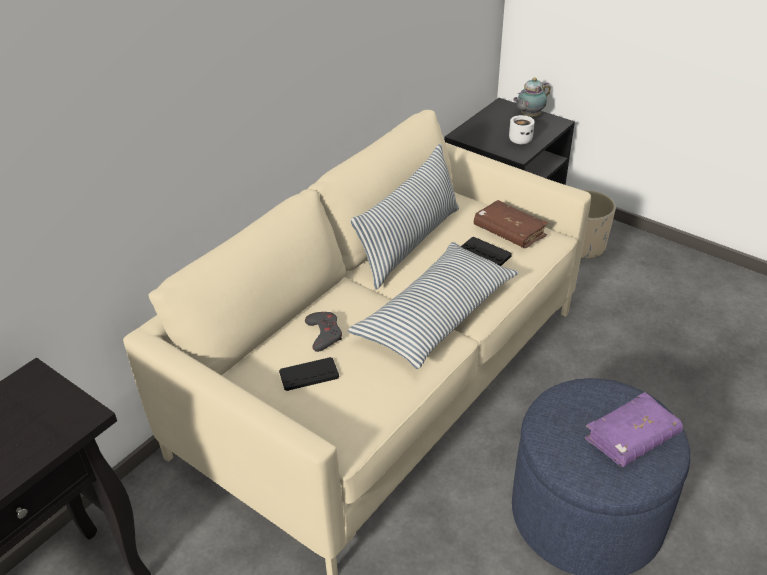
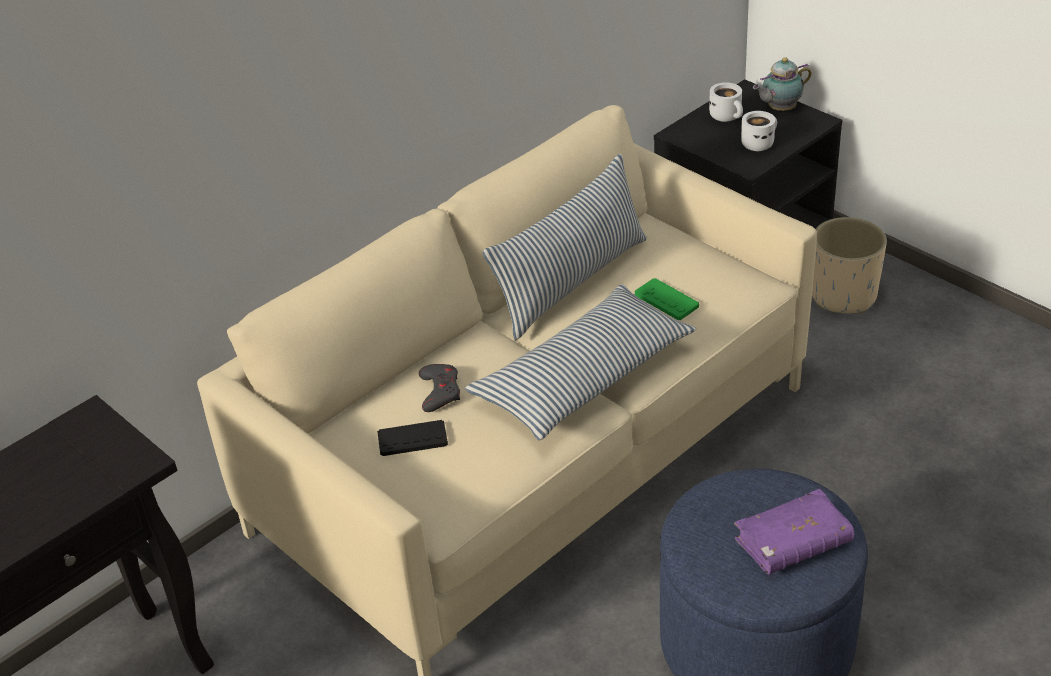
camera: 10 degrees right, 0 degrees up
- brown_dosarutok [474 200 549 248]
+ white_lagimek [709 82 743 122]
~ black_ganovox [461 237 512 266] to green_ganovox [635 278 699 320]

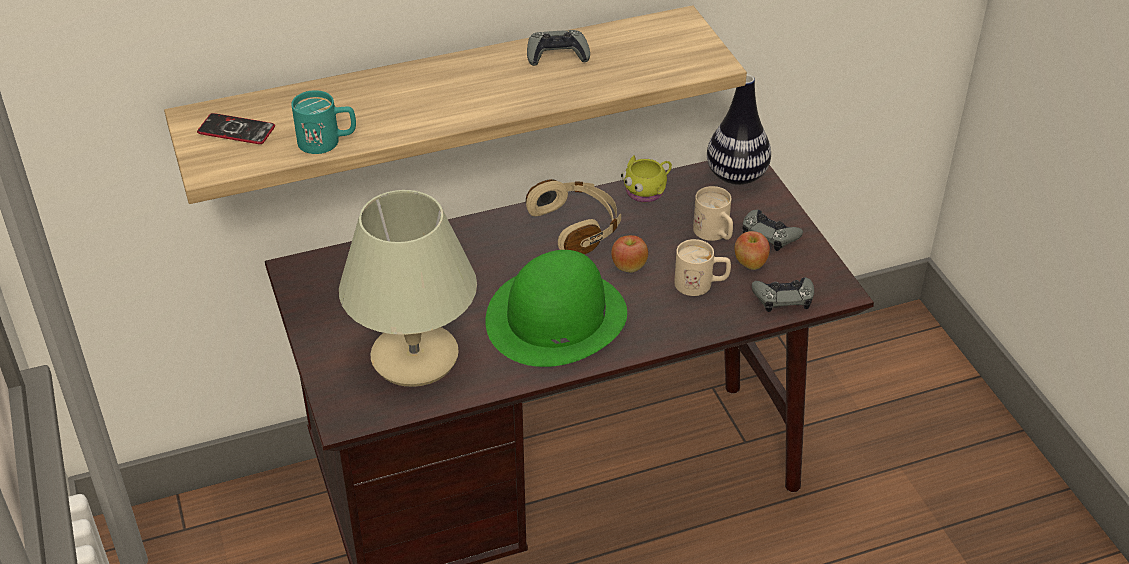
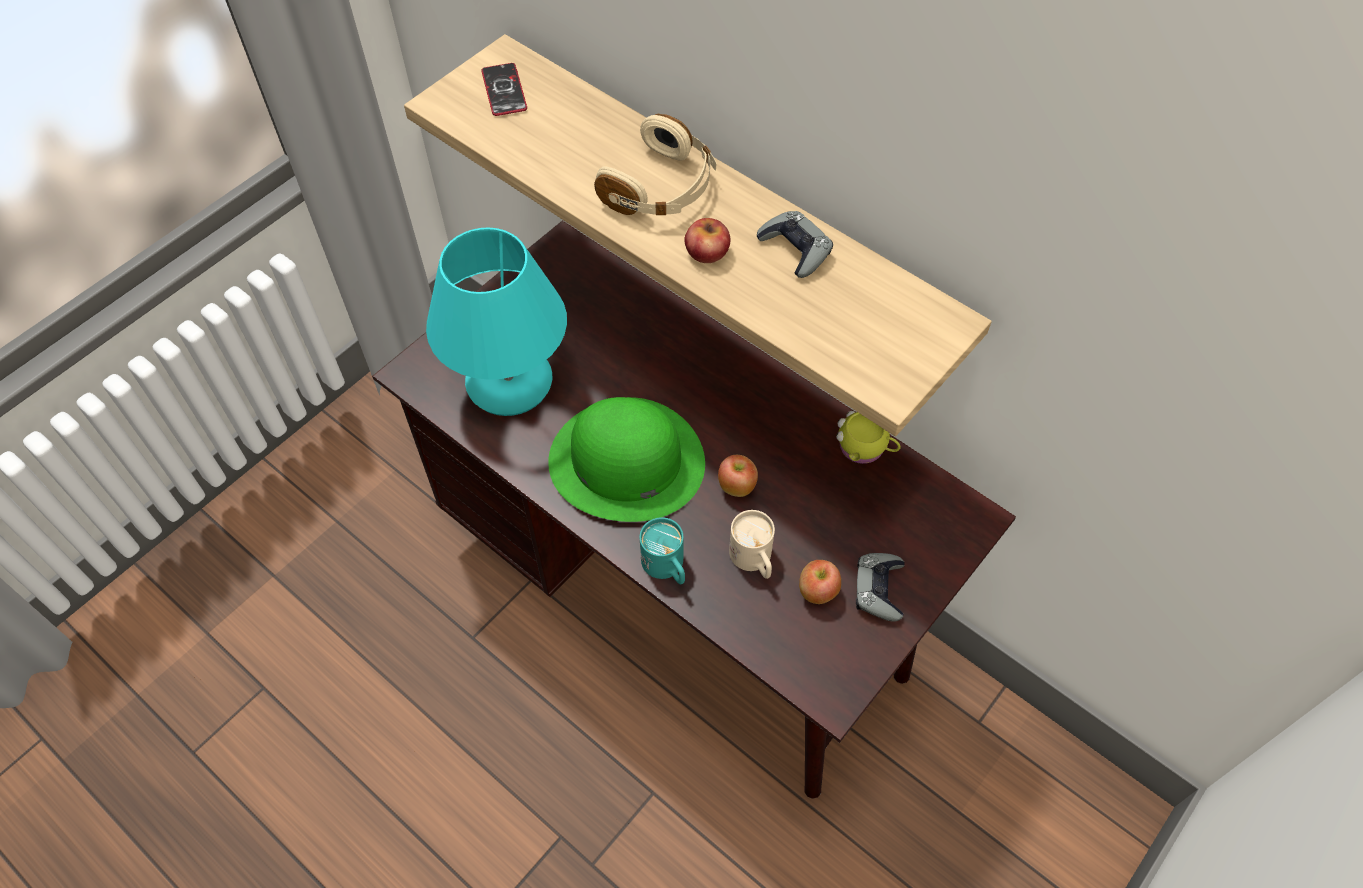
camera: 60 degrees right, 15 degrees up
- beige_lagimek [693 186 733 241]
- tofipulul [707 74 771 185]
- grey_ganovox [752 277 814 312]
+ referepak [684 218 730 263]
~ turquoise_lagimek [291 90 356 154] to [640 517 685 584]
~ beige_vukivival [526 179 621 255] to [594 114 717 215]
~ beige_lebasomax [339 190 477 387] to turquoise_lebasomax [426 227 567 416]

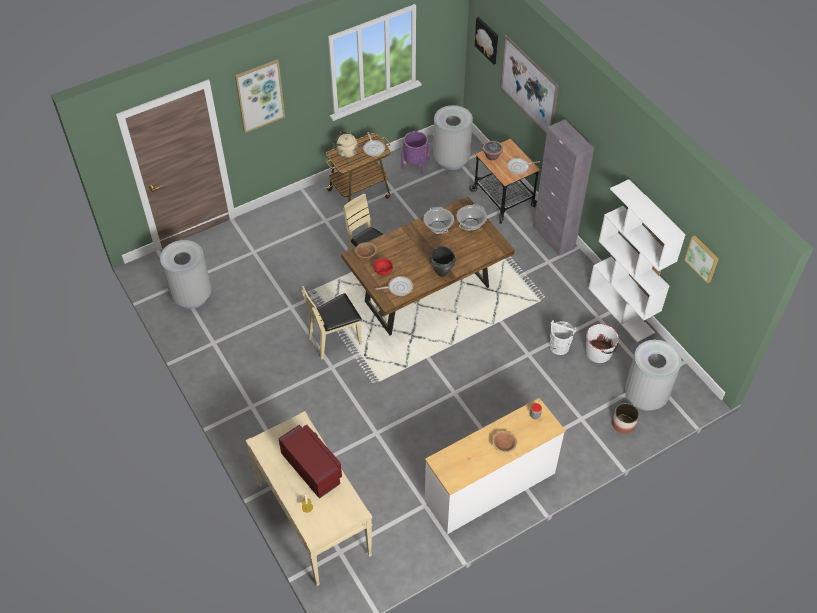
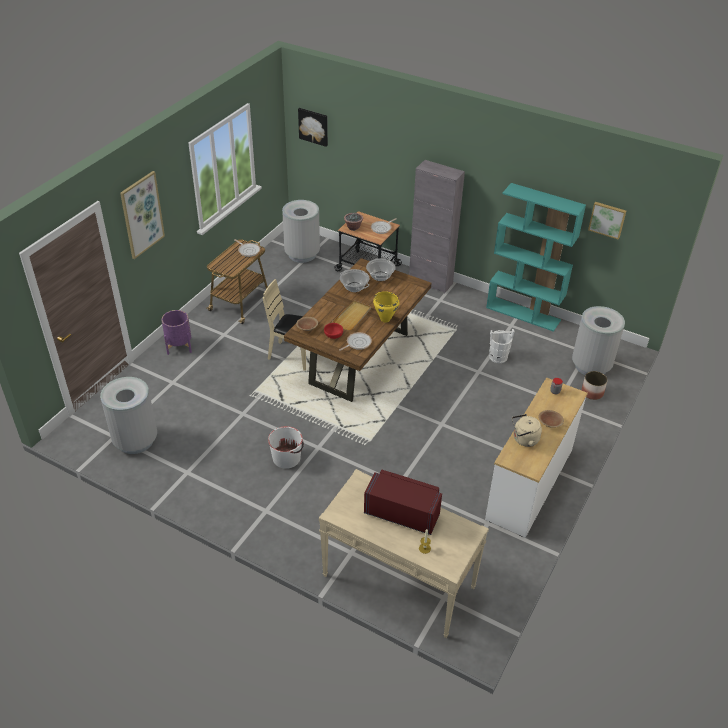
camera: 30 degrees left, 10 degrees down
- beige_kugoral [301 286 362 360]
- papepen [500 35 559 135]
+ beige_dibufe [332 300 371 330]
~ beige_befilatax [333 131 358 158] to [512 414 542 447]
~ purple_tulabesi [401 131 430 174] to [161 310 192 355]
~ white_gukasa [586 324 619 363] to [268 426 304 469]
~ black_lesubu [430 246 456 277] to yellow_lesubu [373 291 400 323]
~ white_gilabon [588 179 686 342] to turquoise_gilabon [486 183 586 332]

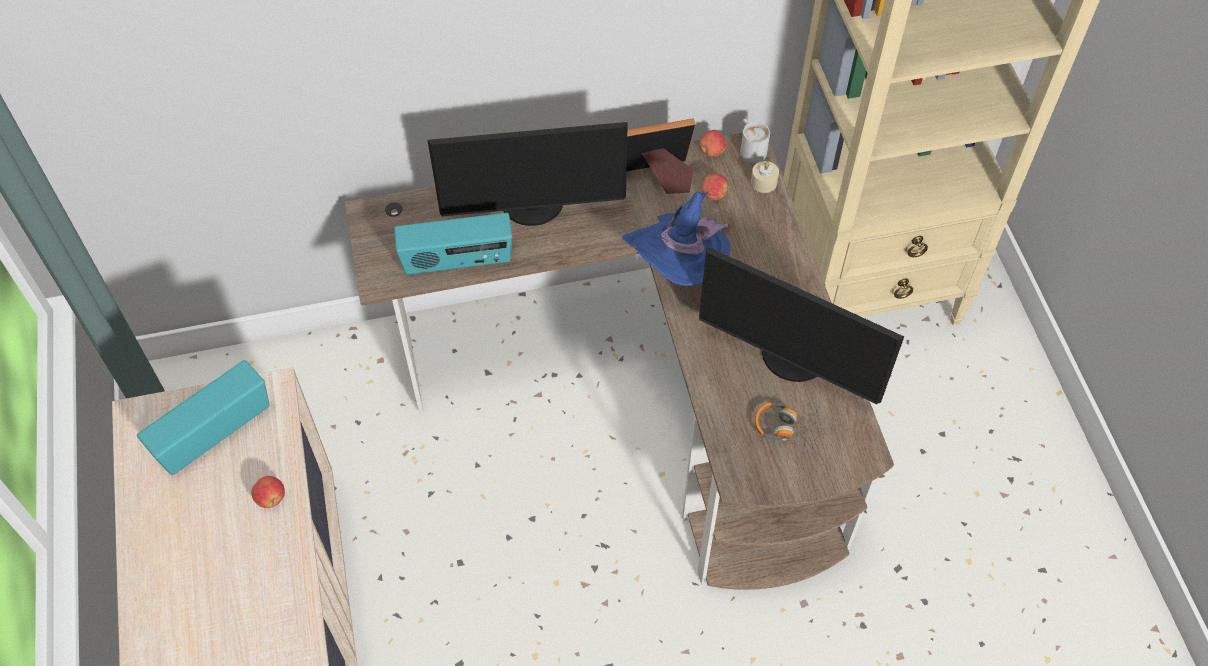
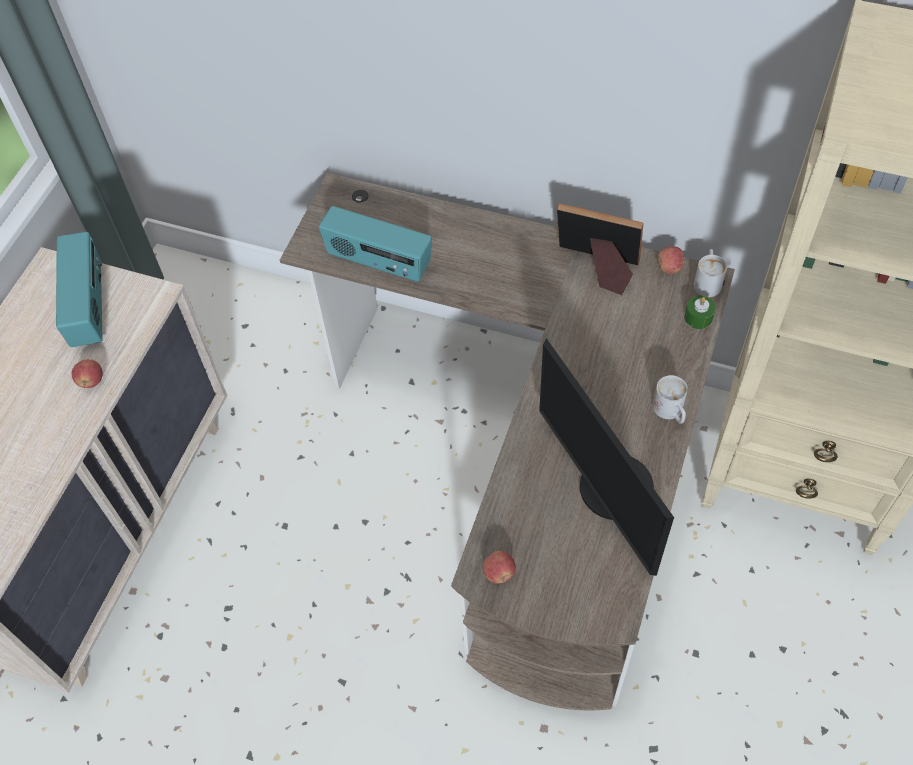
camera: 35 degrees right, 0 degrees up
- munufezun [428 122 628 226]
- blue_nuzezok [622 191 731 286]
- vukivival [755 403 826 460]
+ white_lagimek [653 375 688 424]
~ referepak [702 174 728 201] to [483 551 516 584]
~ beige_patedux [751 161 779 193] to green_patedux [685 296 716 329]
~ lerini [137 360 270 475] = [56 232 102 347] 90 degrees clockwise

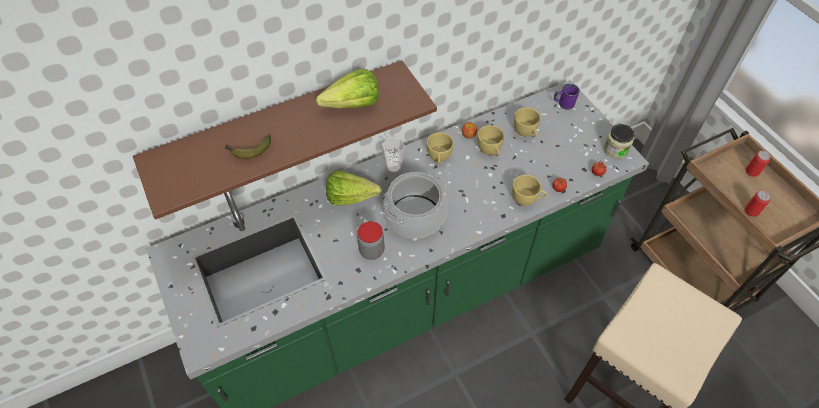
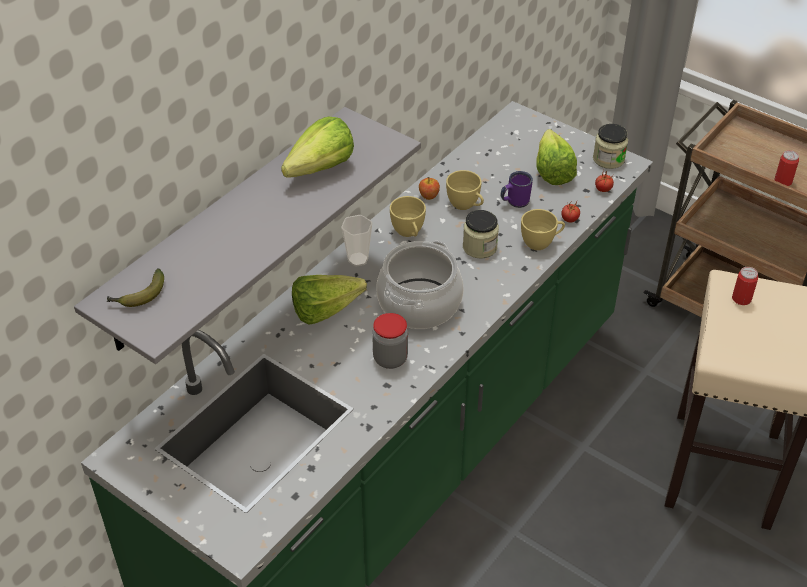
camera: 25 degrees left, 10 degrees down
- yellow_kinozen [514 107 541 137]
+ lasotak [463 210 499 258]
+ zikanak [536 129 577 185]
~ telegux [225 135 271 159] to [107 268 164 307]
~ purple_lagimek [554 84 580 110] to [501 171 533 208]
~ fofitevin [746 151 771 177] to [732 267 758 305]
~ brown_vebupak [133 60 437 219] to grey_vebupak [74 107 421 364]

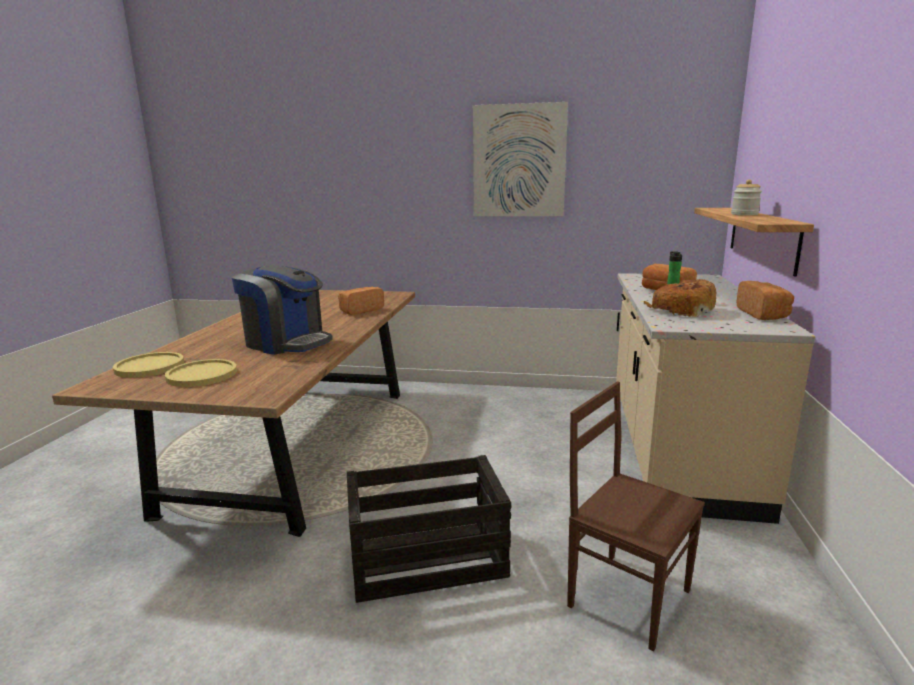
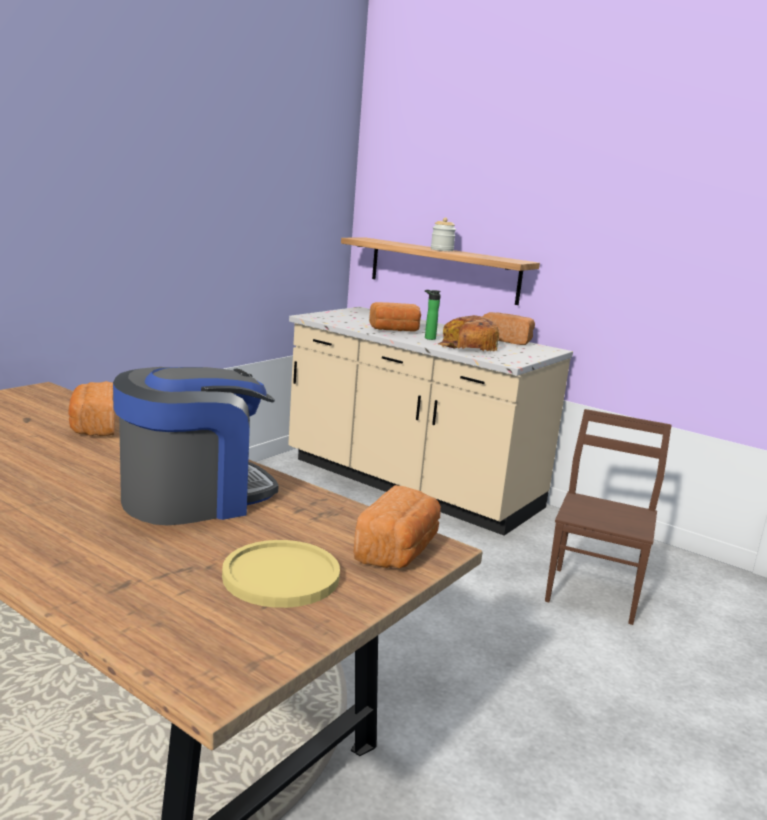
camera: 65 degrees left, 0 degrees up
- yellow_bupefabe [113 352 184 378]
- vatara [347 455 511 603]
- papepen [473 102 568 216]
+ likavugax [353 485 441 568]
~ brown_kugoral [567 381 705 652] = [545 409 672 625] 135 degrees clockwise

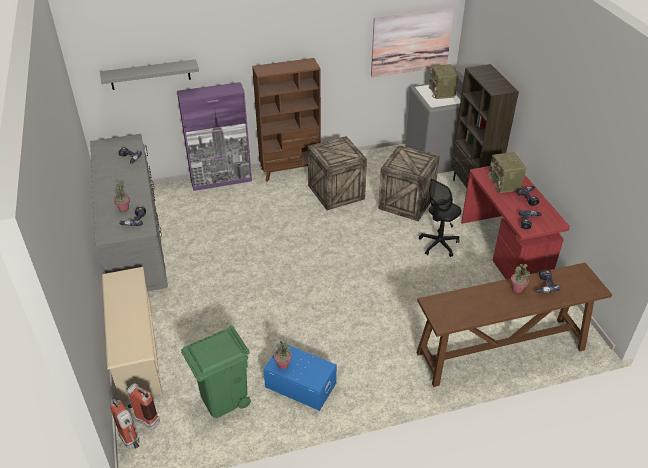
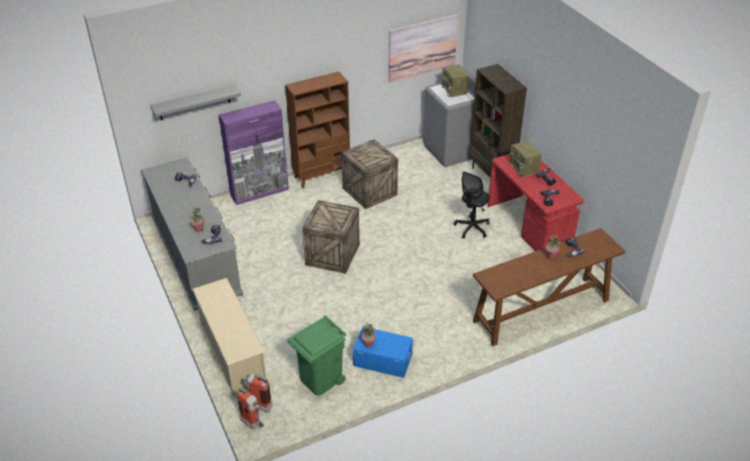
camera: 10 degrees left, 0 degrees up
~ vatara [378 145 440 221] to [302 200 360 274]

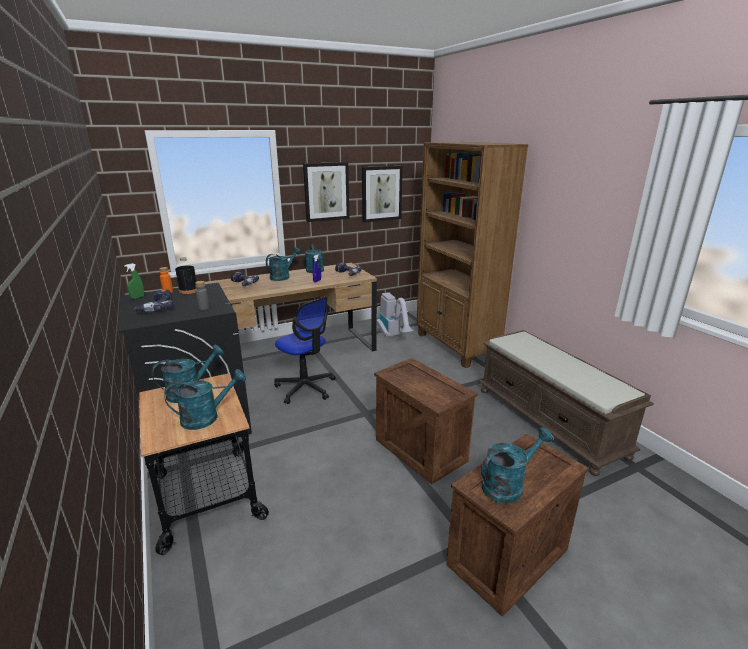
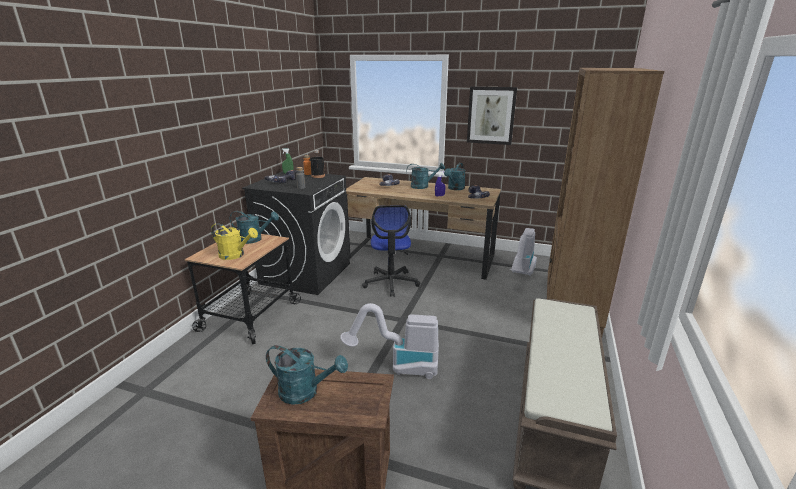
camera: 45 degrees right, 0 degrees up
- papepen [362 166 403 222]
~ vatara [374 358 478 484] to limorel [340 303 439 379]
~ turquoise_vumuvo [164 369 246 430] to yellow_vumuvo [211 223 258 260]

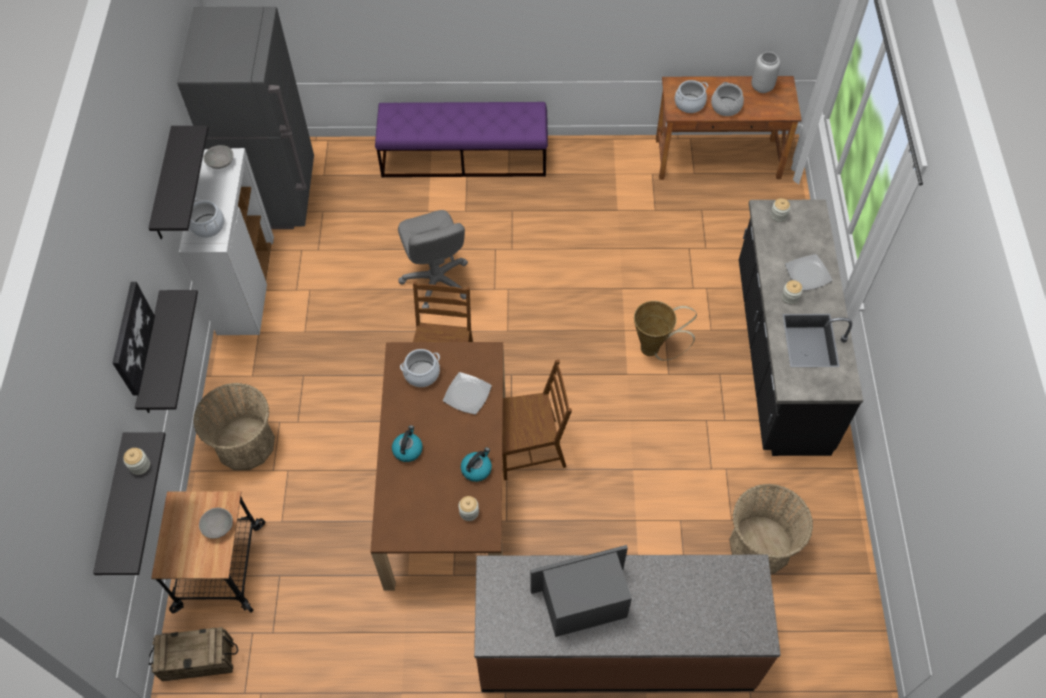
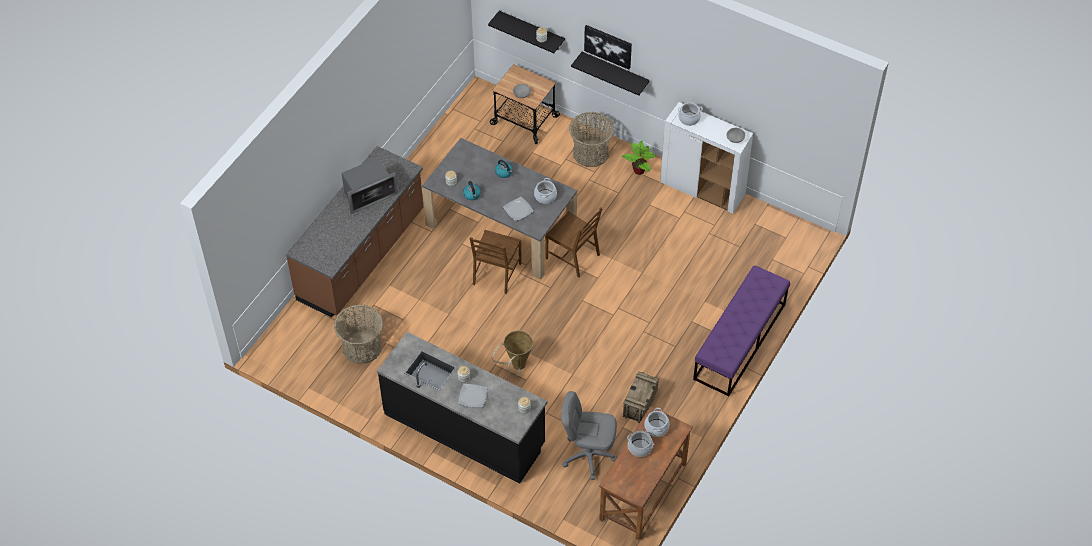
camera: 120 degrees right, 5 degrees down
- black_vebupak [148 126 209 239]
- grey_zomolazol [177 7 314 229]
- grey_tofipulul [751 52 780 93]
+ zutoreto [622 140 656 175]
~ vatara [149 627 238 681] to [623 372 659 423]
~ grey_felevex [398 210 468 309] to [561 391 617 480]
~ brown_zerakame [370 342 505 590] to grey_zerakame [422 138 577 279]
~ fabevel [530 545 632 637] = [342 158 398 214] 45 degrees clockwise

